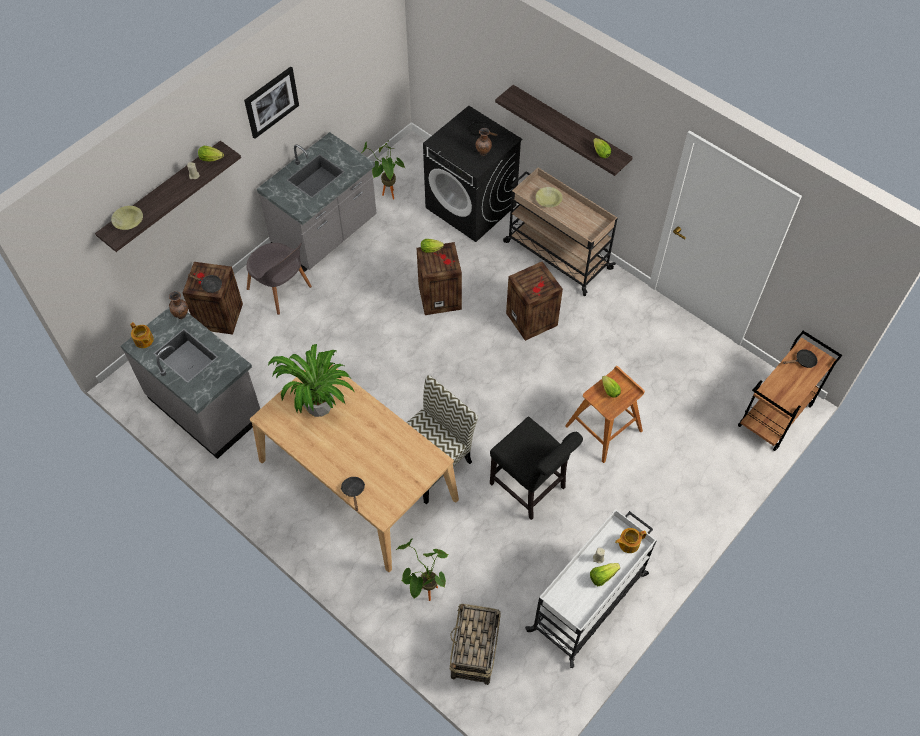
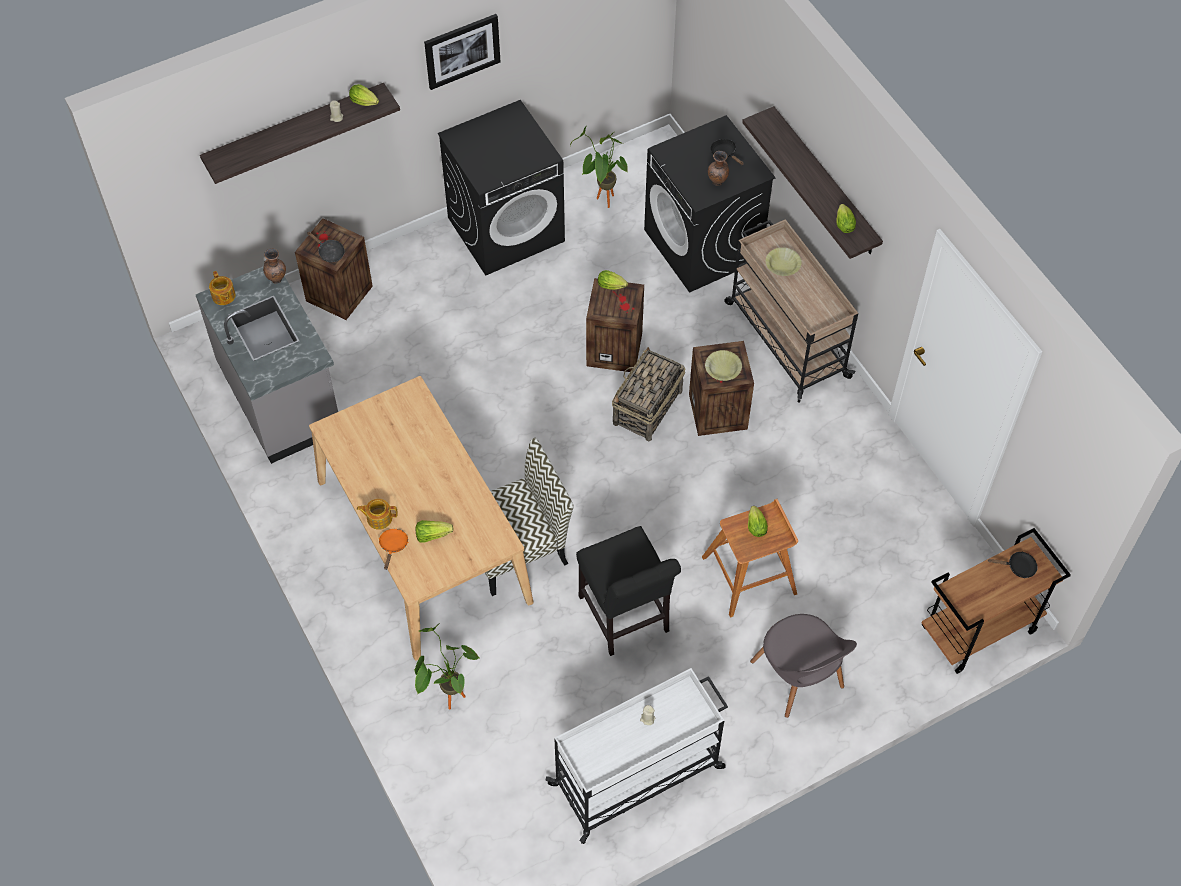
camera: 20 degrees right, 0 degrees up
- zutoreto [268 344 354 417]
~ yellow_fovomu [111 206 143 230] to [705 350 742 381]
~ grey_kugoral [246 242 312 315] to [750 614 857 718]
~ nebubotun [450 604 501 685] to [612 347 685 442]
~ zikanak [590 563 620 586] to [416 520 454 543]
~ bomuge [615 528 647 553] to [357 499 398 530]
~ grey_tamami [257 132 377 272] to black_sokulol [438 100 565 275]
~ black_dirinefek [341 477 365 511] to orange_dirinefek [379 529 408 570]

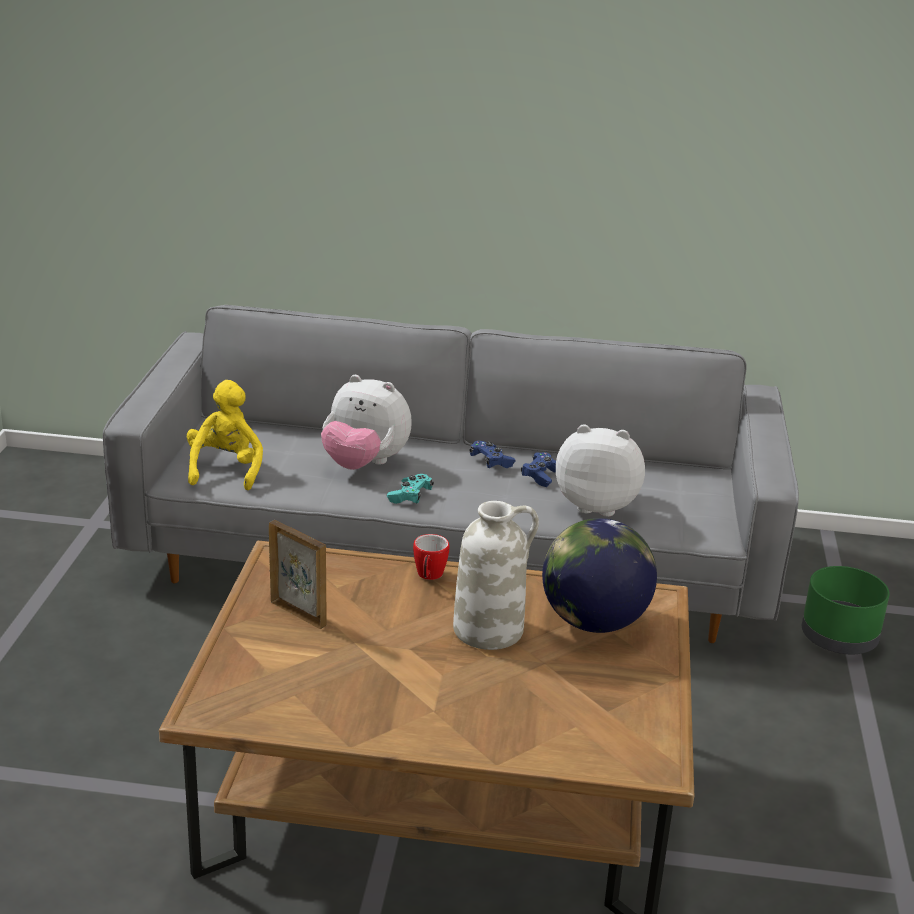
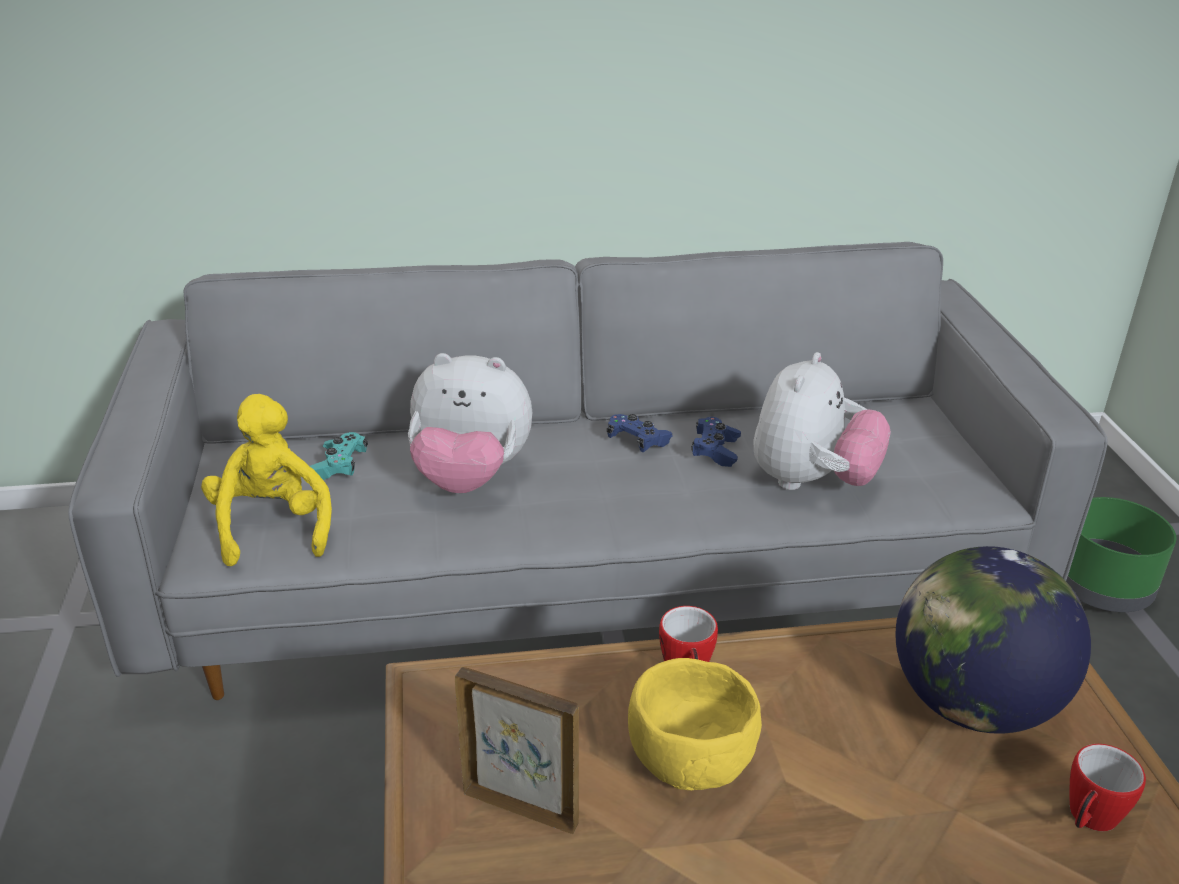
camera: 15 degrees left, 5 degrees up
- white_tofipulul [453 501 539 650]
+ yellow_fovomu [628 658 762 790]
+ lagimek [1070 744 1146 831]
~ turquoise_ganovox [387 474 434 504] to [310 432 368 480]
~ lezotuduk [556 425 645 517] = [753 352 891 490] 120 degrees clockwise

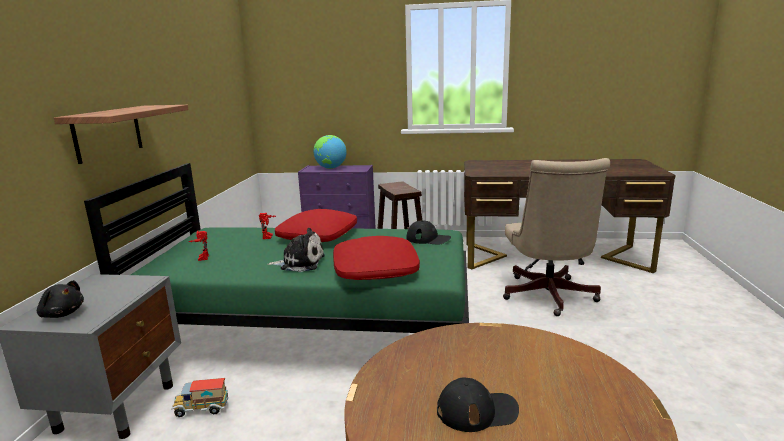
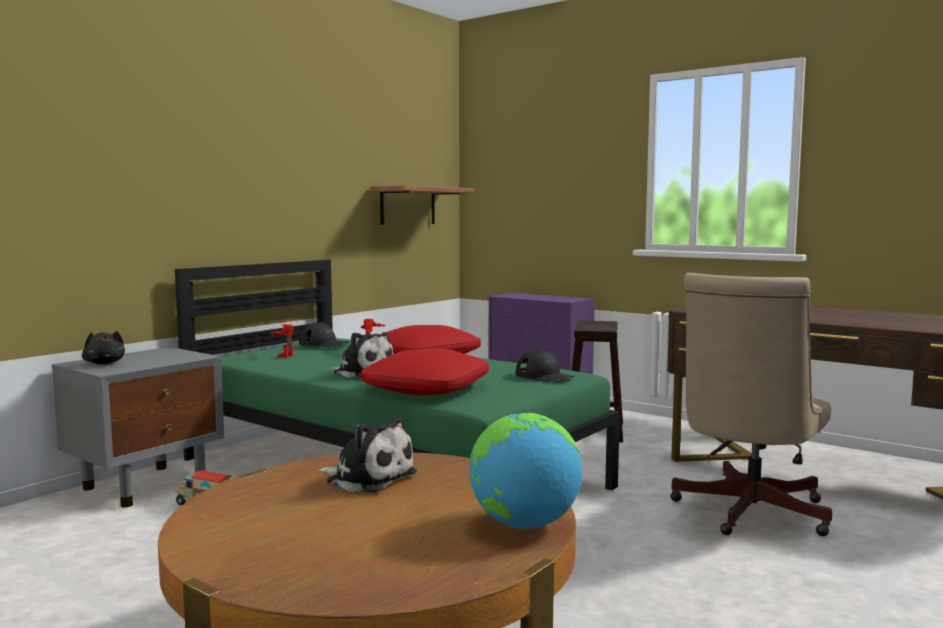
camera: 30 degrees right, 10 degrees down
+ lezotuduk [318 417 417 493]
~ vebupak [54 105 188 164] to [370 185 475 225]
~ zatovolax [314 135 346 169] to [470 413 582 529]
~ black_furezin [437 377 519 432] to [299 323 349 348]

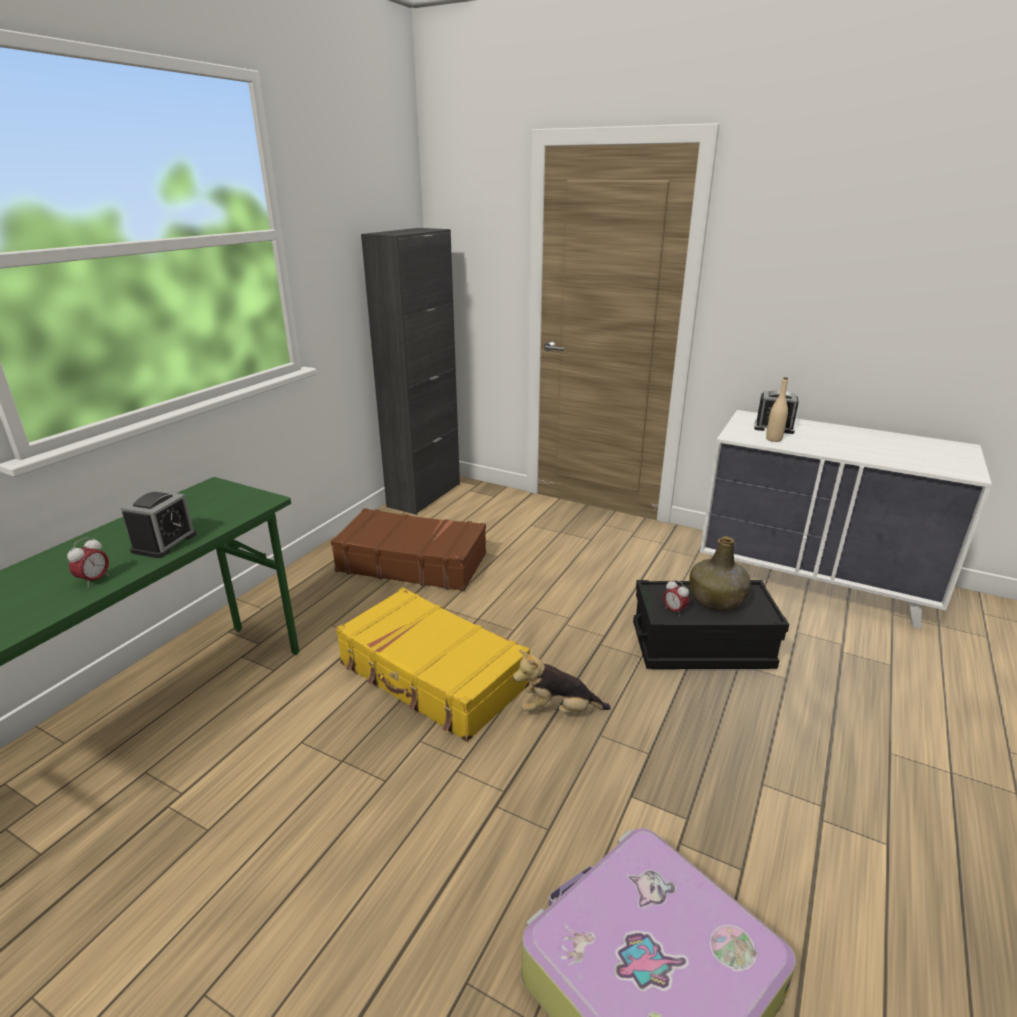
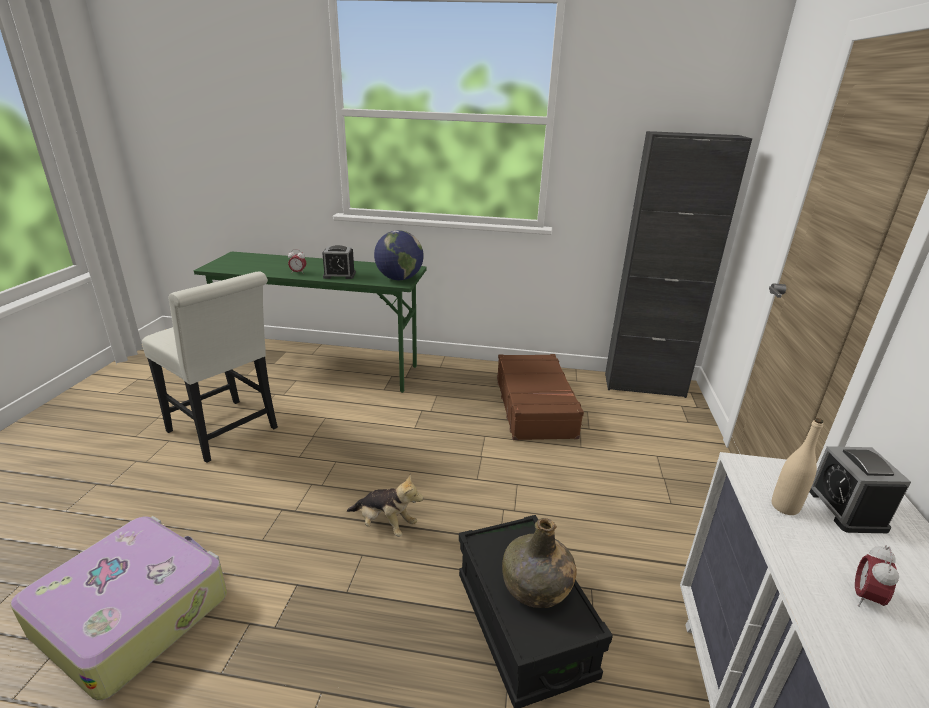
camera: 70 degrees right, 0 degrees up
- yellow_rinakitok [336 587 530 742]
+ white_kugoral [142 271 278 463]
+ zatovolax [374 230 424 280]
~ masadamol [663 579 689 616] to [855 545 899 607]
~ lezotuduk [513 650 611 712] = [347 474 424 537] 135 degrees clockwise

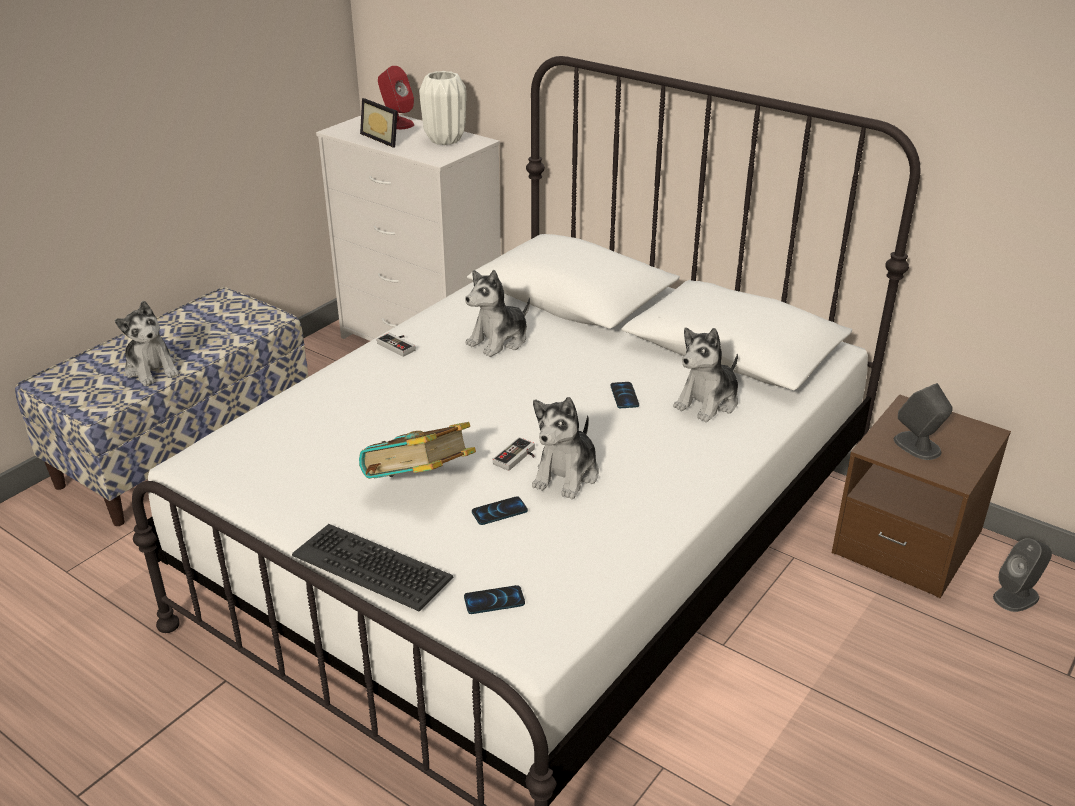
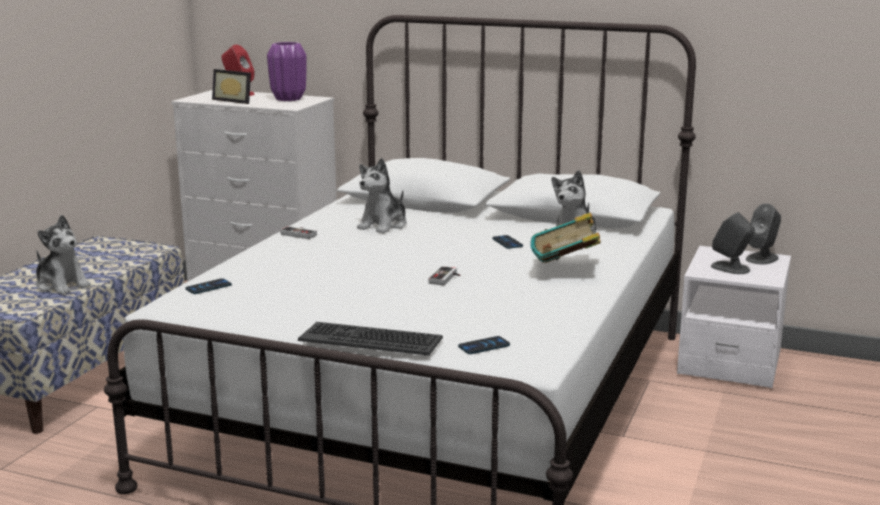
camera: 15 degrees left, 15 degrees down
- lezotuduk [532 397 599 499]
~ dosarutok [359 422 476 479] to [530 212 601 263]
~ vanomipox [472 496 528 525] to [186 278 232 294]
~ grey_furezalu [993 538 1052 612] to [746 204 781 265]
~ white_tofipulul [419 71 466 145] to purple_tofipulul [267 42 307 101]
~ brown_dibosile [832 394 1011 598] to white_dibosile [677 246 791 388]

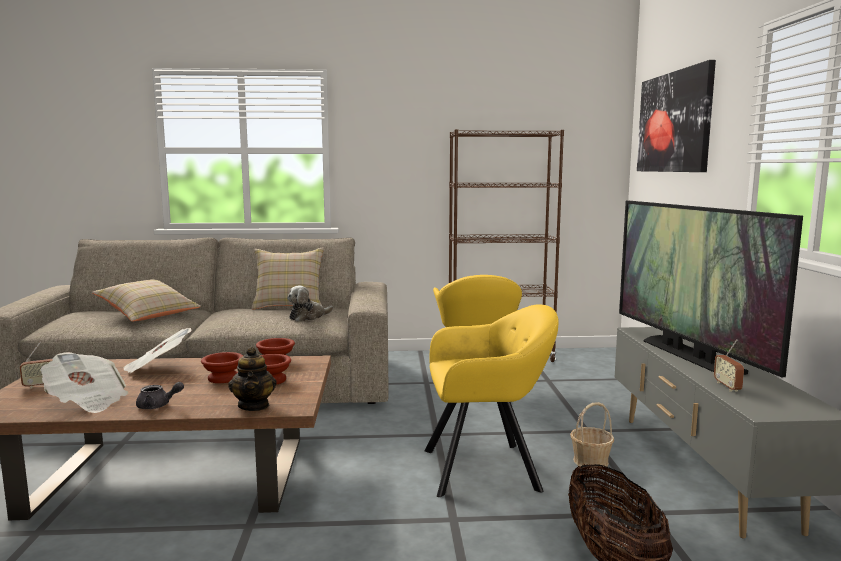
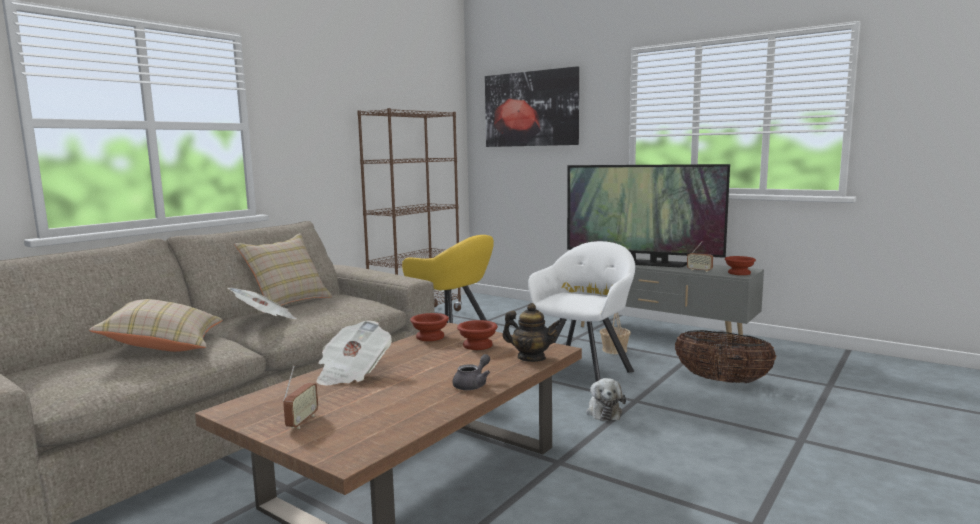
camera: 50 degrees left, 0 degrees up
~ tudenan [40 352 128 413] to [228 288 297 319]
~ brown_fovomu [201 352 243 383] to [725 256 756 275]
~ lezotuduk [287 285 333 322] to [586 378 626 421]
~ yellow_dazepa [424 304 559 497] to white_dazepa [528 241 635 382]

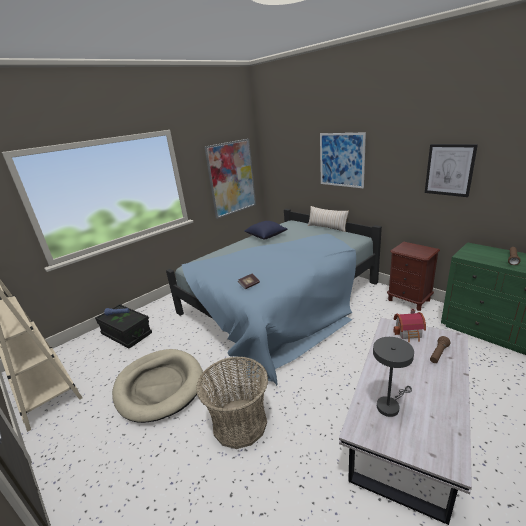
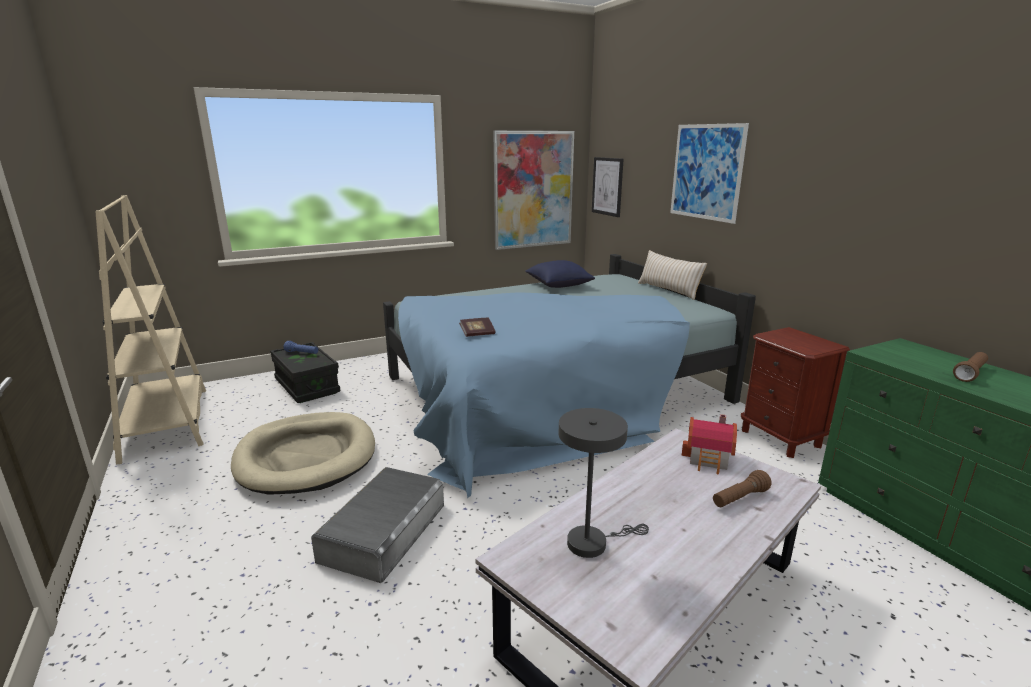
camera: 15 degrees right, 5 degrees down
~ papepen [425 144 478 197] to [592 157 624 217]
~ nebubotun [196 356 268 449] to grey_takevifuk [311 467 444 583]

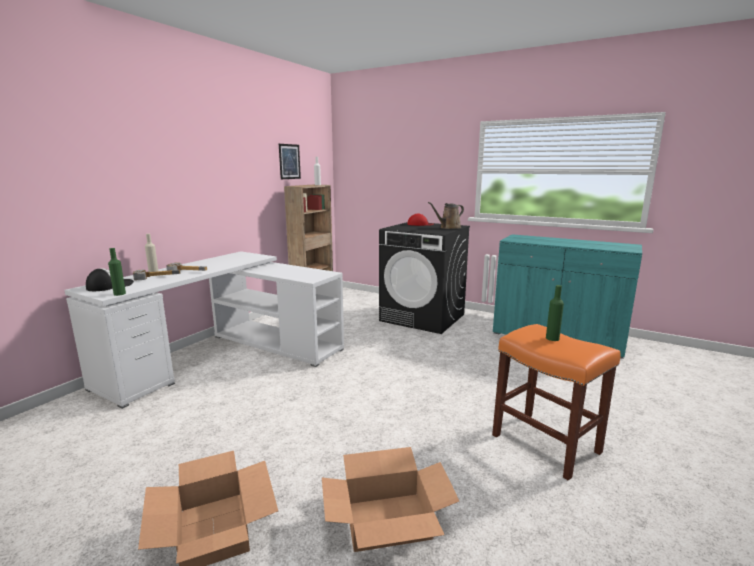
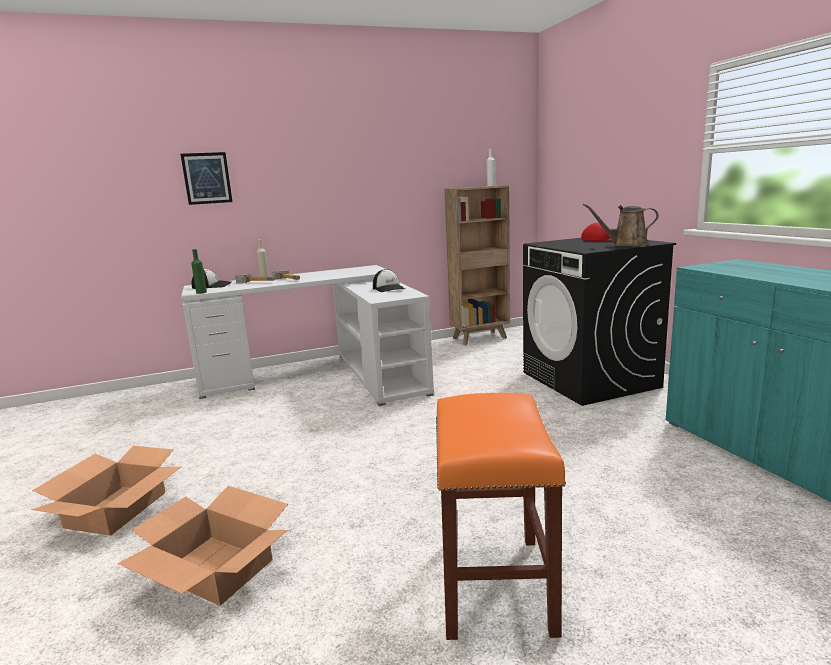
camera: 40 degrees right, 0 degrees up
- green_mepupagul [546 285 564 341]
+ furezin [373 269 405 292]
~ papepen [279 144 301 179] to [181 152 233 205]

